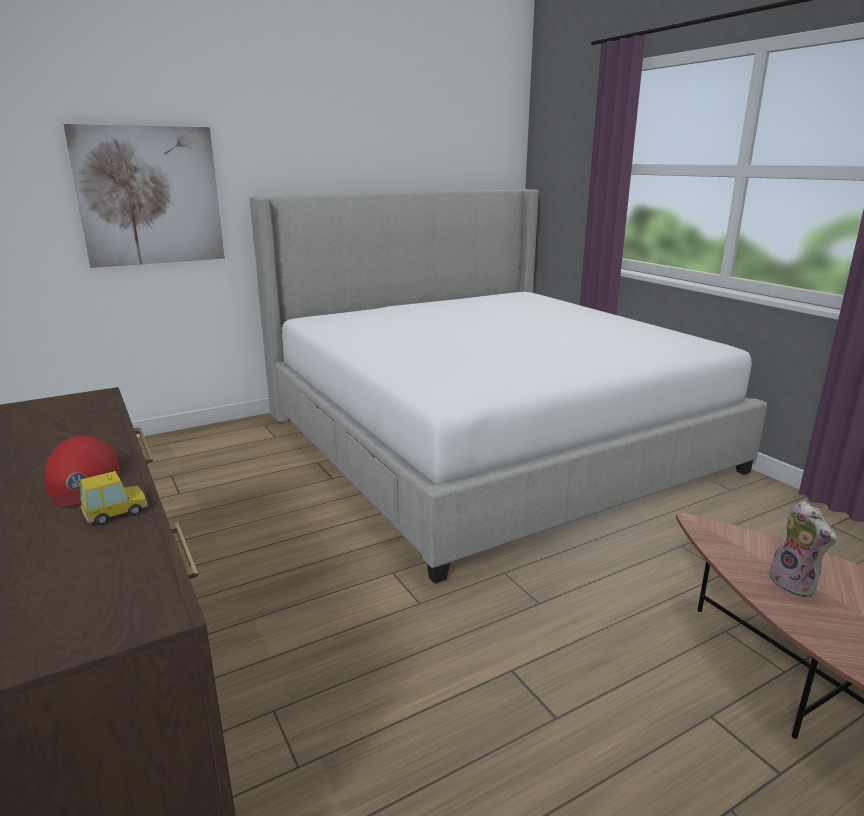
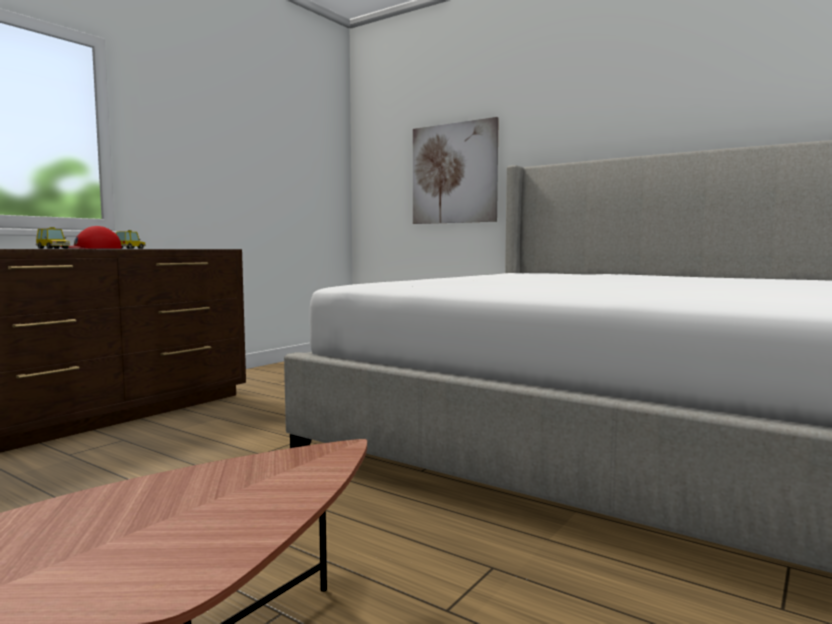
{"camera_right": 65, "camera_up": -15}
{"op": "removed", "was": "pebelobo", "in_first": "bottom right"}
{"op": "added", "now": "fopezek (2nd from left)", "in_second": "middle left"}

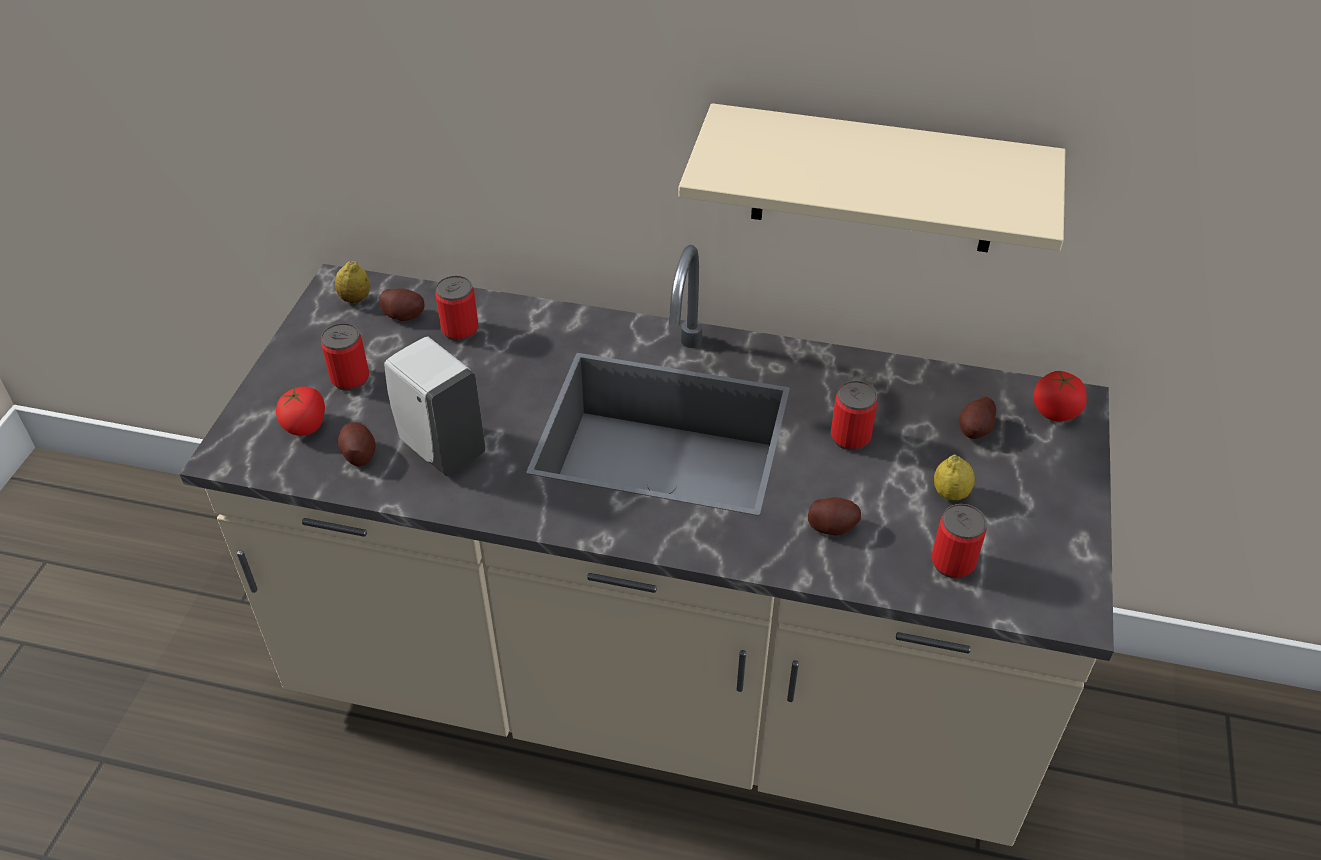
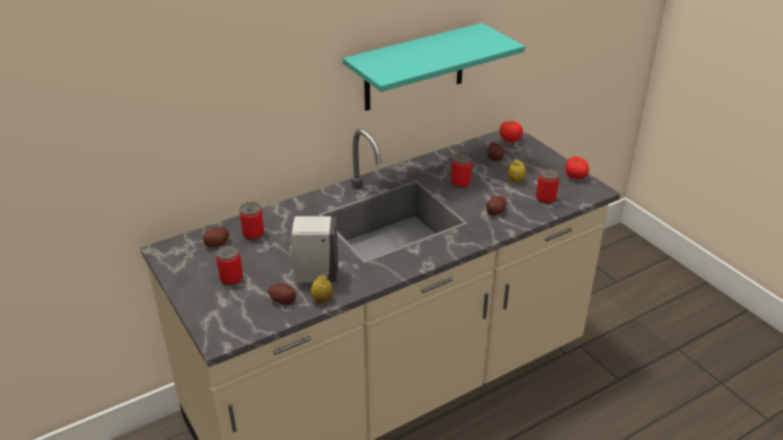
{"camera_right": -45, "camera_up": -10}
{"op": "moved", "was": "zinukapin (1st from left in the first image)", "now": "zinukapin (2nd from left)", "in_first": "middle left", "in_second": "middle right"}
{"op": "moved", "was": "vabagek (1st from left)", "in_first": "top left", "in_second": "centre"}
{"op": "recoloured", "was": "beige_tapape", "now": "turquoise_tapape", "in_first": "top centre", "in_second": "top centre"}

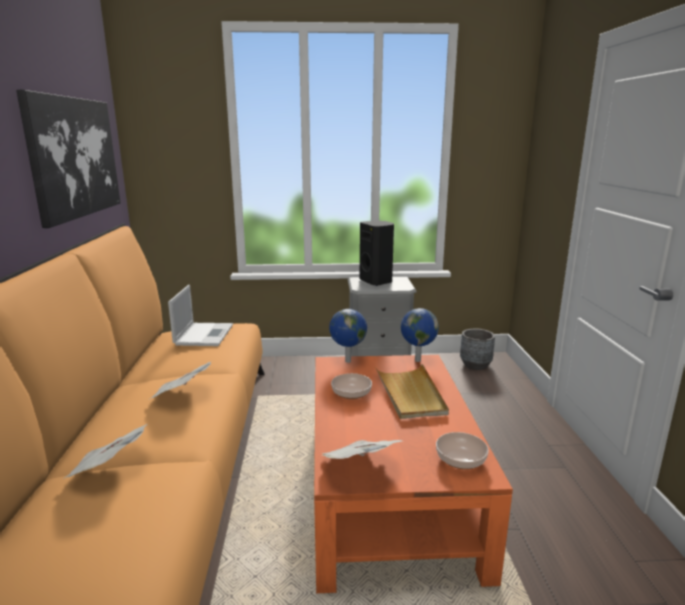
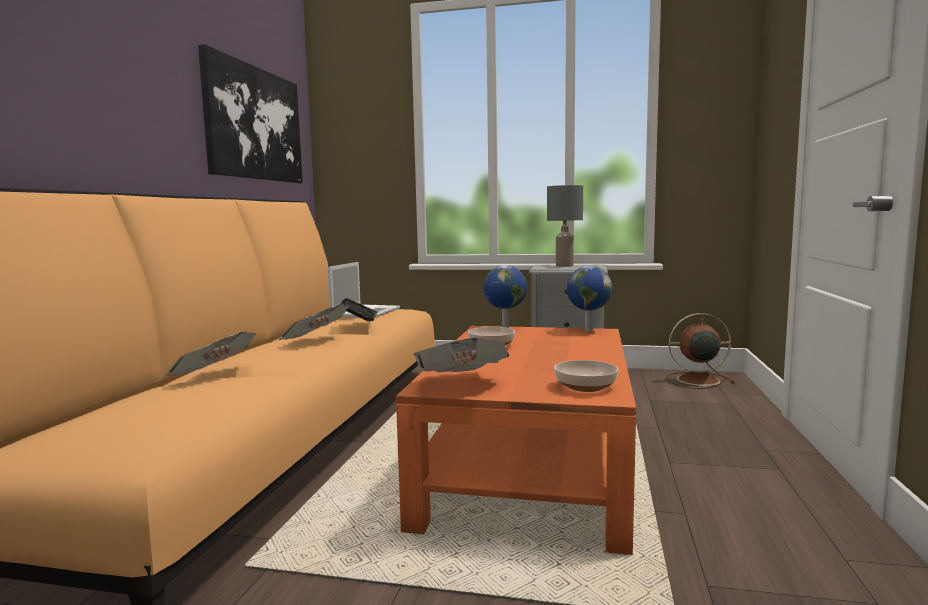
{"camera_right": 15, "camera_up": -10}
{"op": "replaced", "was": "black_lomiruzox", "now": "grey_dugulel", "in_first": "centre", "in_second": "centre"}
{"op": "removed", "was": "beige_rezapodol", "in_first": "centre"}
{"op": "replaced", "was": "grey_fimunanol", "now": "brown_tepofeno", "in_first": "middle right", "in_second": "middle right"}
{"op": "added", "now": "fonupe", "in_second": "centre"}

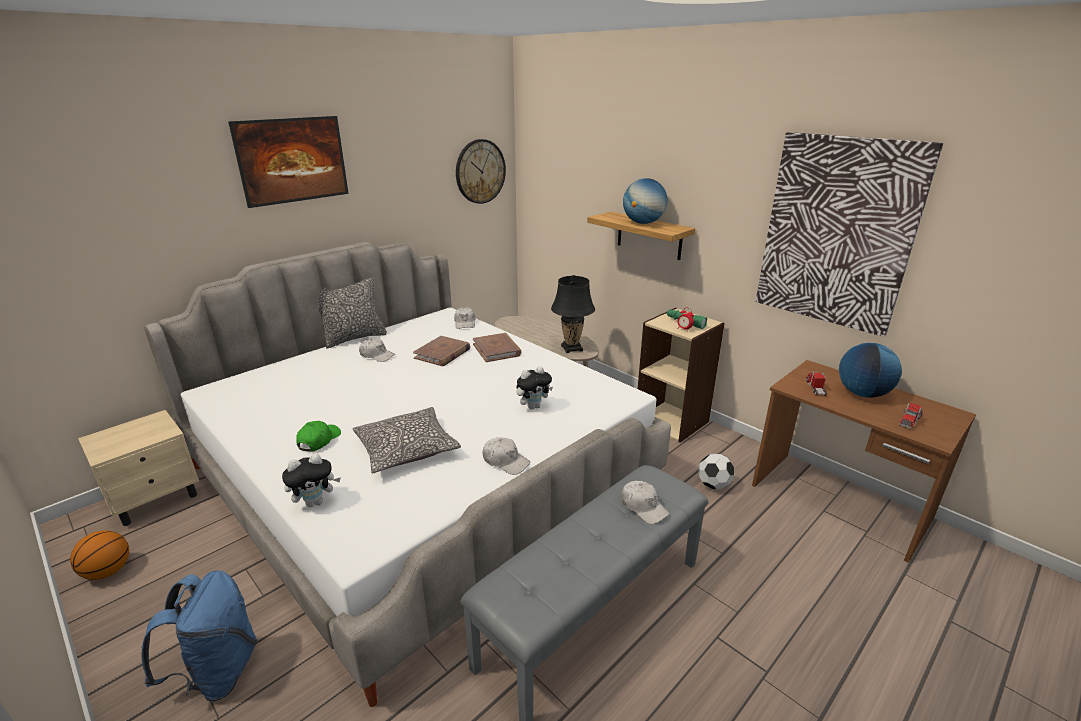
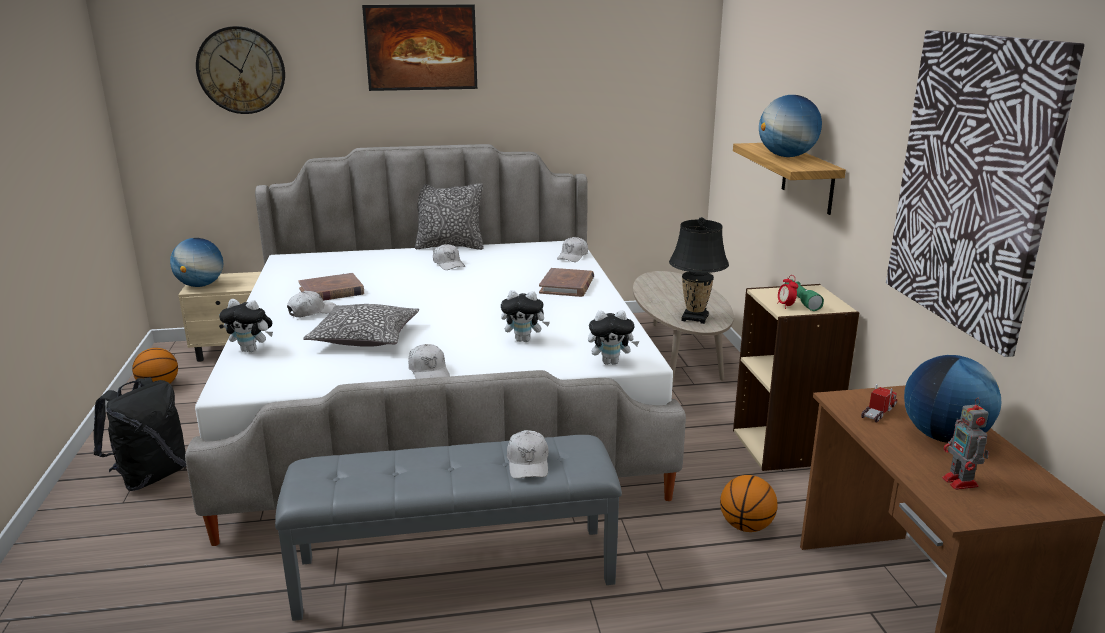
{"camera_right": 35, "camera_up": -5}
{"op": "recoloured", "was": "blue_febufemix", "now": "black_febufemix", "in_first": "bottom left", "in_second": "bottom left"}
{"op": "recoloured", "was": "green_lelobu", "now": "white_lelobu (1st from left)", "in_first": "middle left", "in_second": "middle left"}
{"op": "moved", "was": "brown_fonupe (1st from left)", "in_first": "centre", "in_second": "middle left"}
{"op": "moved", "was": "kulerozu", "in_first": "top centre", "in_second": "top left"}
{"op": "replaced", "was": "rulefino", "now": "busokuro (2nd from left)", "in_first": "centre", "in_second": "bottom right"}
{"op": "replaced", "was": "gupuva (2nd from left)", "now": "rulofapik", "in_first": "middle right", "in_second": "bottom right"}
{"op": "added", "now": "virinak (1st from left)", "in_second": "middle left"}
{"op": "added", "now": "pebelobo (3rd from left)", "in_second": "centre"}

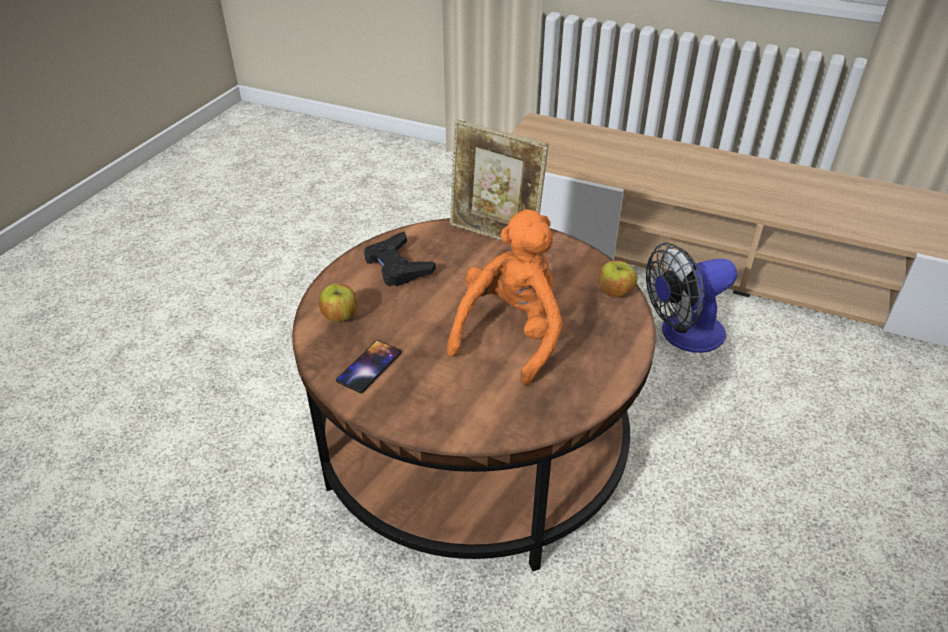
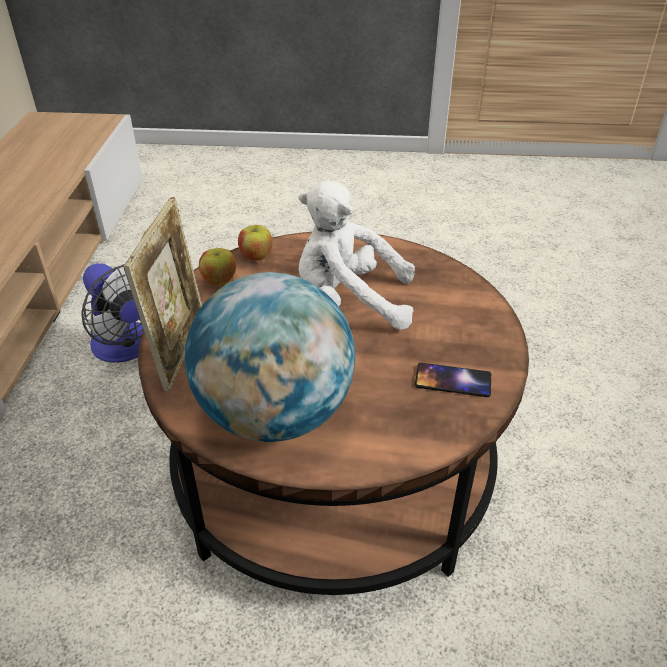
{"camera_right": -110, "camera_up": 0}
{"op": "moved", "was": "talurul (1st from left)", "in_first": "centre", "in_second": "middle left"}
{"op": "replaced", "was": "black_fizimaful", "now": "virinak", "in_first": "centre", "in_second": "centre"}
{"op": "recoloured", "was": "orange_pebelobo", "now": "white_pebelobo", "in_first": "centre", "in_second": "centre"}

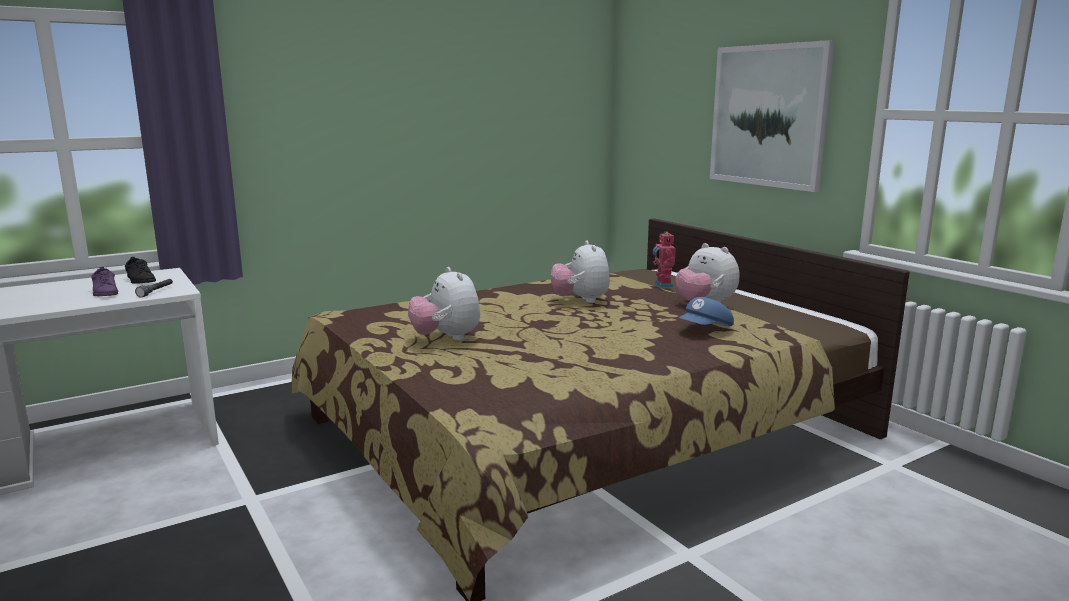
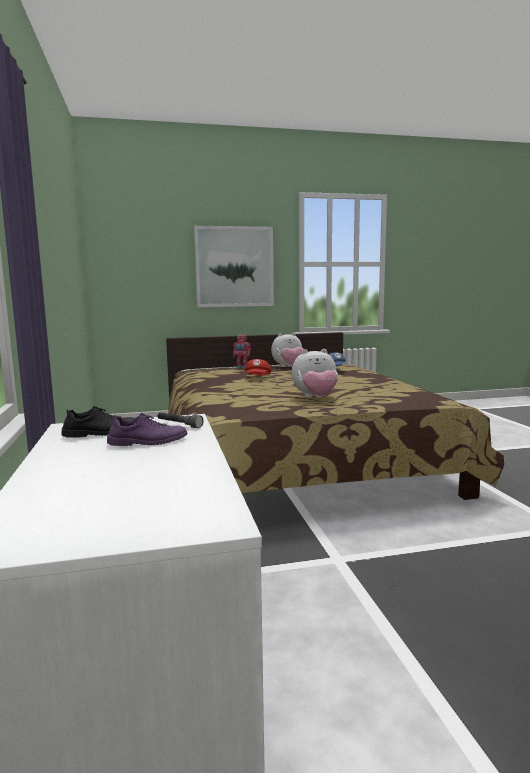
{"camera_right": -70, "camera_up": -5}
{"op": "replaced", "was": "pebelobo (2nd from left)", "now": "red_lelobu", "in_first": "centre", "in_second": "centre"}

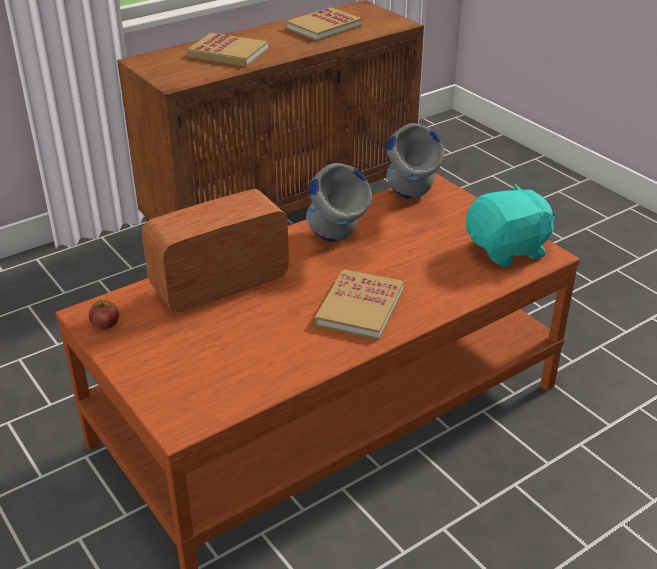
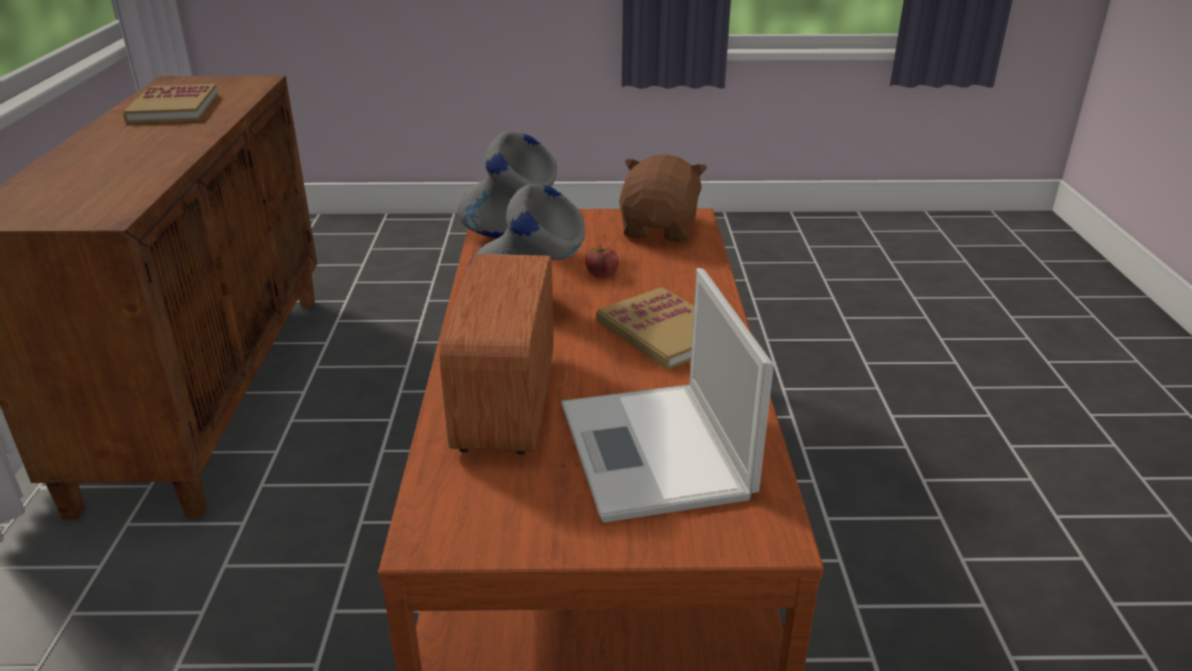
{"camera_right": -55, "camera_up": -5}
{"op": "moved", "was": "talurul", "in_first": "middle left", "in_second": "centre"}
{"op": "removed", "was": "fonupe (1st from left)", "in_first": "top centre"}
{"op": "recoloured", "was": "turquoise_pebelobo", "now": "brown_pebelobo", "in_first": "middle right", "in_second": "top centre"}
{"op": "added", "now": "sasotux", "in_second": "centre"}

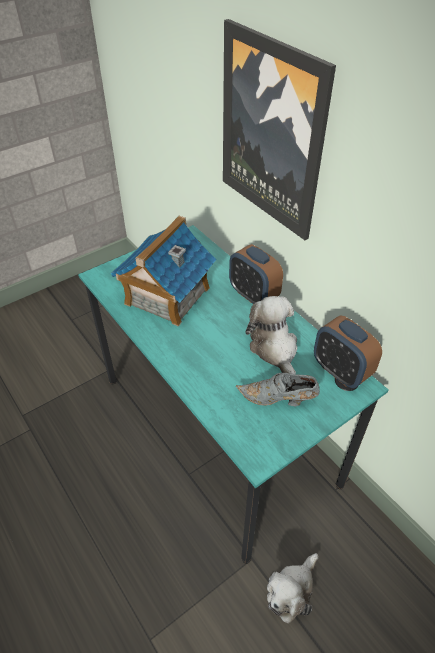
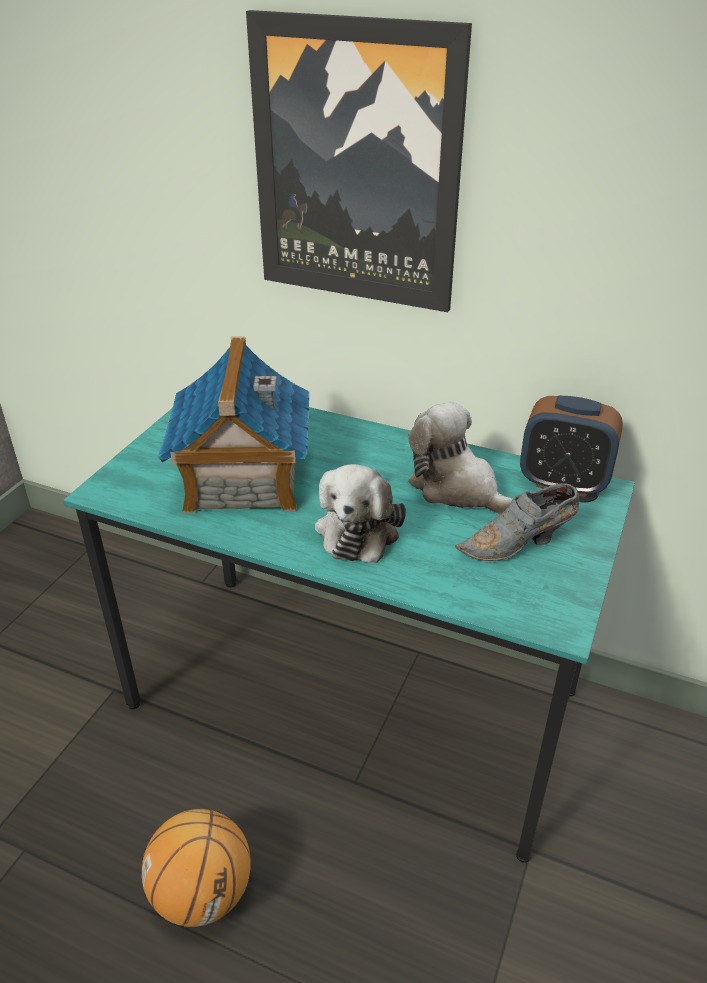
{"camera_right": -30, "camera_up": -10}
{"op": "removed", "was": "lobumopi (1st from left)", "in_first": "centre"}
{"op": "moved", "was": "pebelobo (2nd from left in the first image)", "now": "pebelobo (1st from left)", "in_first": "bottom right", "in_second": "centre"}
{"op": "added", "now": "busokuro", "in_second": "bottom left"}

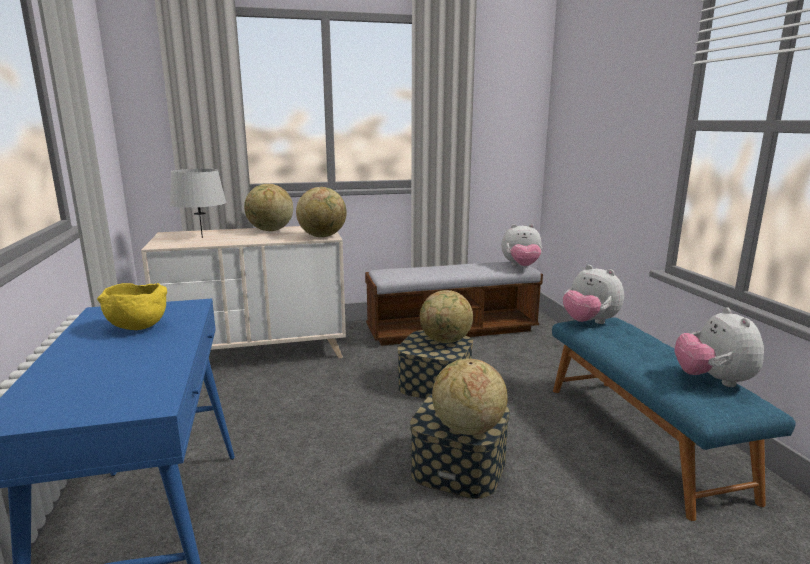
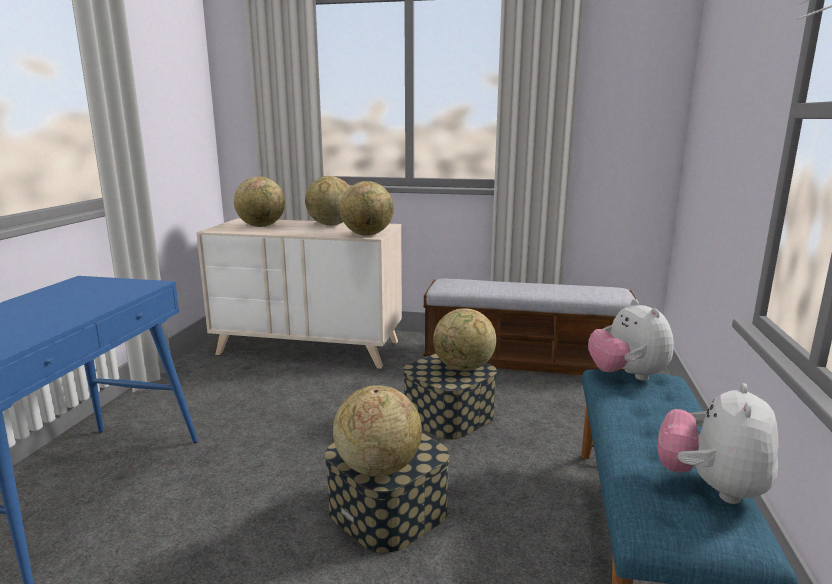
{"camera_right": 25, "camera_up": 0}
{"op": "removed", "was": "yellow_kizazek", "in_first": "middle left"}
{"op": "replaced", "was": "grey_dugulel", "now": "virinak (1st from left)", "in_first": "middle left", "in_second": "middle left"}
{"op": "removed", "was": "pebelobo (1st from left)", "in_first": "centre"}

